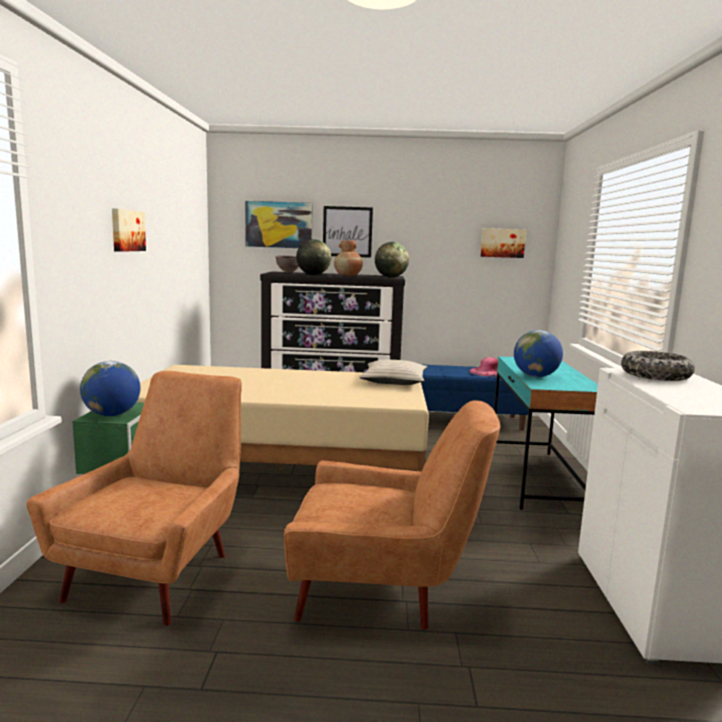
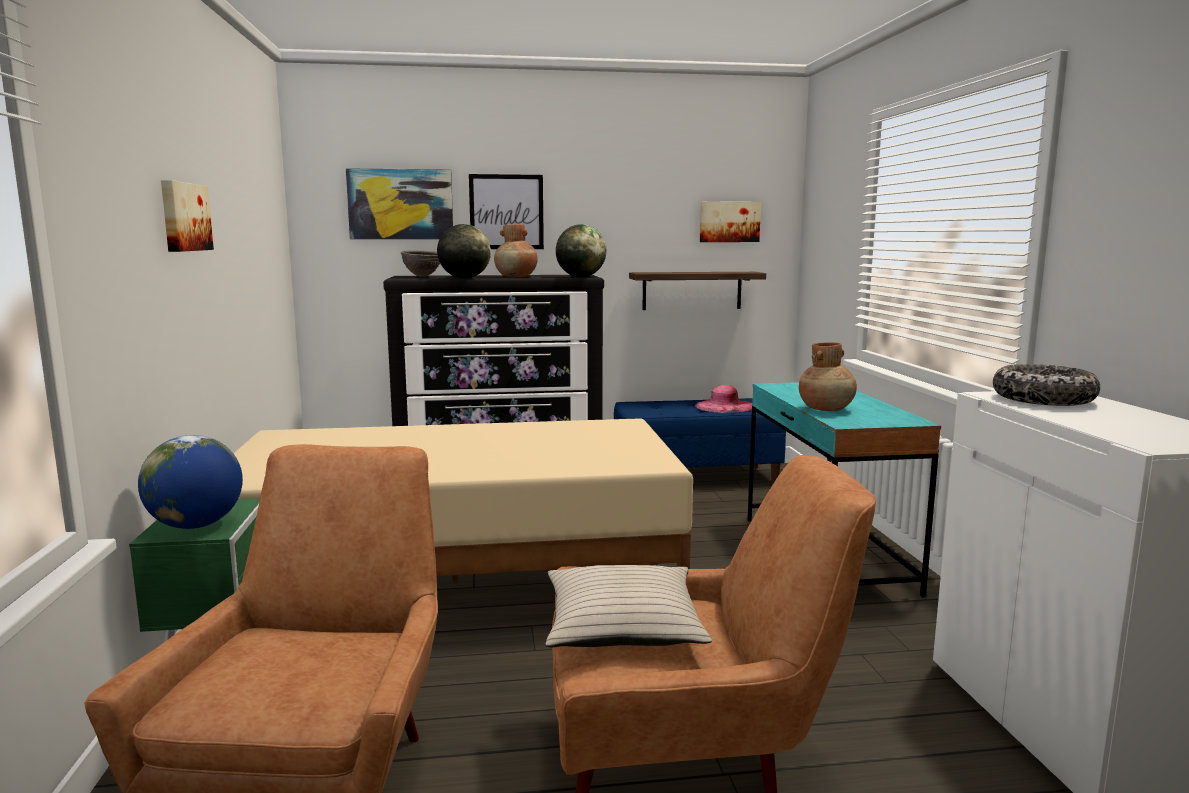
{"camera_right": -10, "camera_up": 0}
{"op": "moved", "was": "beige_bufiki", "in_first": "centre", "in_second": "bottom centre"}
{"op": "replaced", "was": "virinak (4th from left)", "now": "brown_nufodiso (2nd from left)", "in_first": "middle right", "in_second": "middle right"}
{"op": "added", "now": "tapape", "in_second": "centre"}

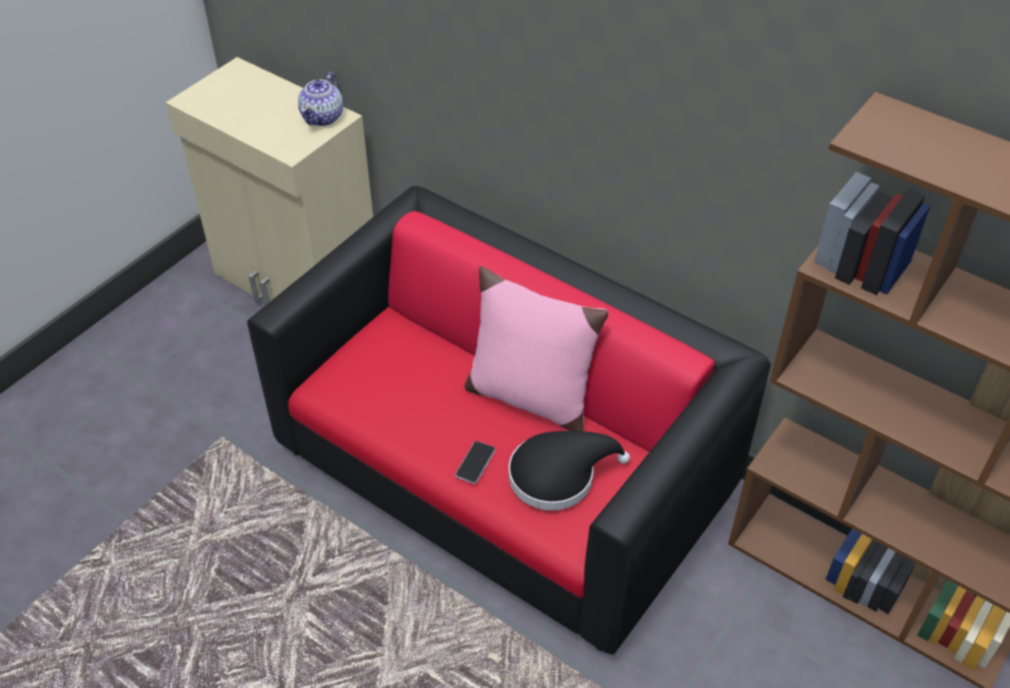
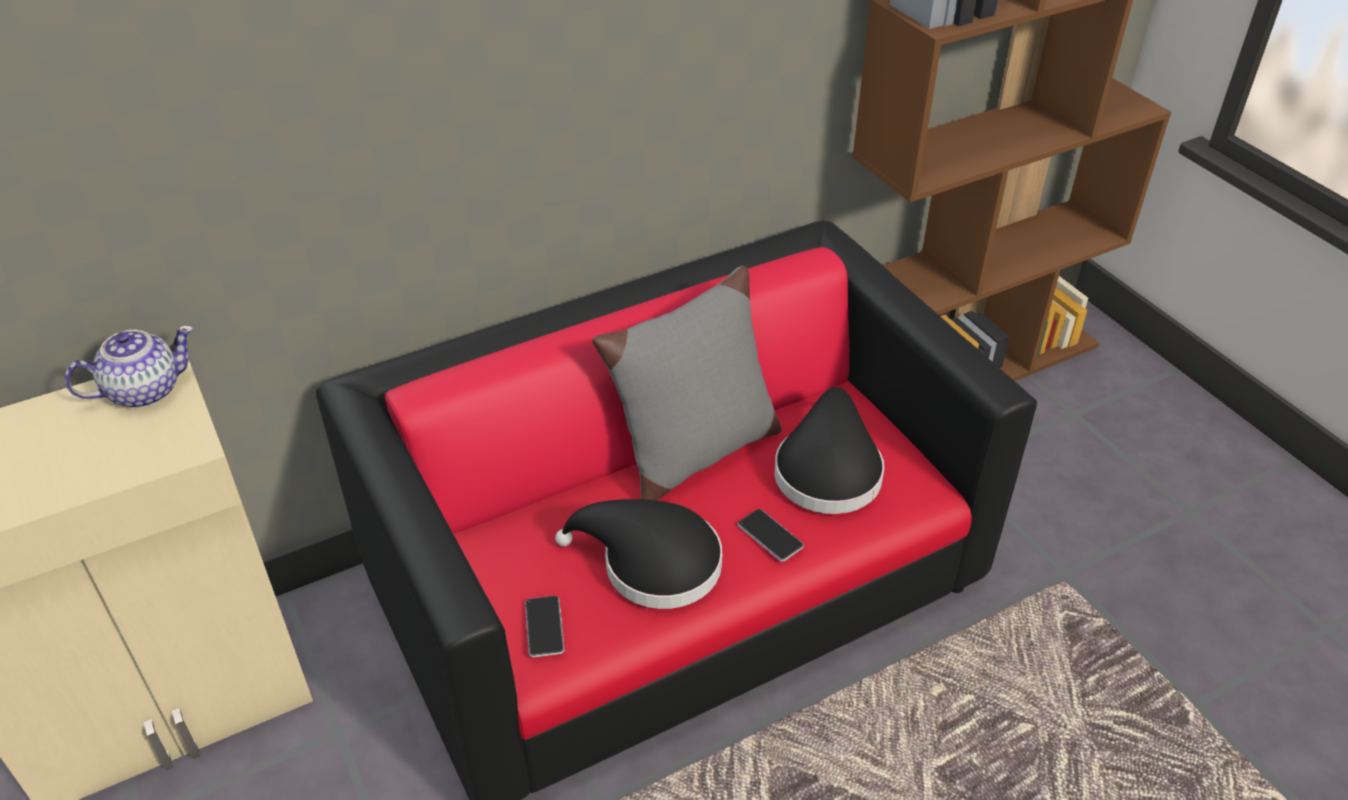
{"camera_right": -65, "camera_up": -5}
{"op": "turned", "was": "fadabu", "in_first": "top left", "in_second": "middle left", "clockwise": -75}
{"op": "recoloured", "was": "pink_bufiki", "now": "grey_bufiki", "in_first": "centre", "in_second": "centre"}
{"op": "added", "now": "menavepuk (1st from left)", "in_second": "bottom centre"}
{"op": "added", "now": "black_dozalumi (1st from left)", "in_second": "bottom centre"}

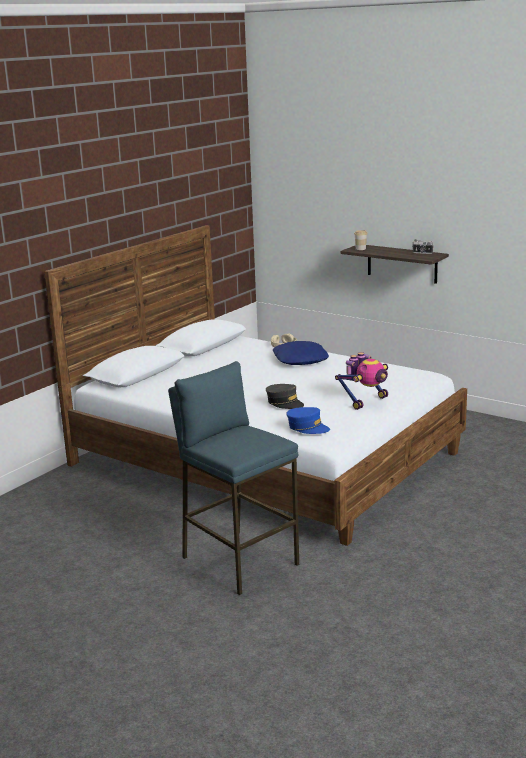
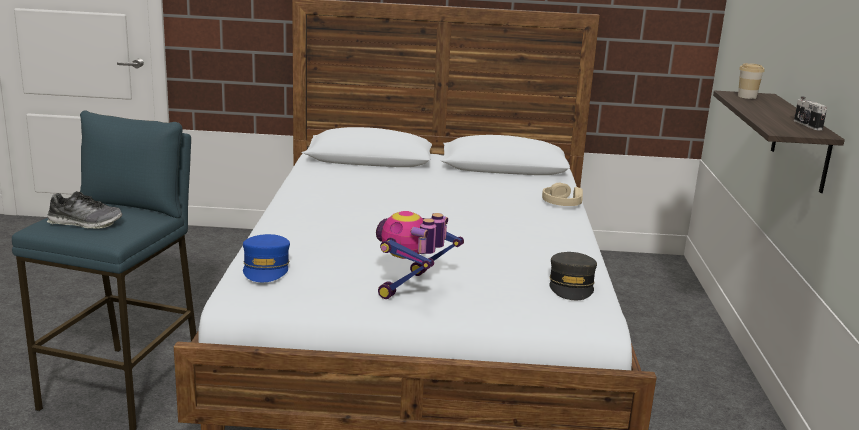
{"camera_right": 55, "camera_up": 0}
{"op": "moved", "was": "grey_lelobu", "in_first": "centre", "in_second": "middle right"}
{"op": "removed", "was": "blue_bufiki", "in_first": "centre"}
{"op": "turned", "was": "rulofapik", "in_first": "middle right", "in_second": "centre", "clockwise": 105}
{"op": "added", "now": "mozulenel", "in_second": "middle left"}

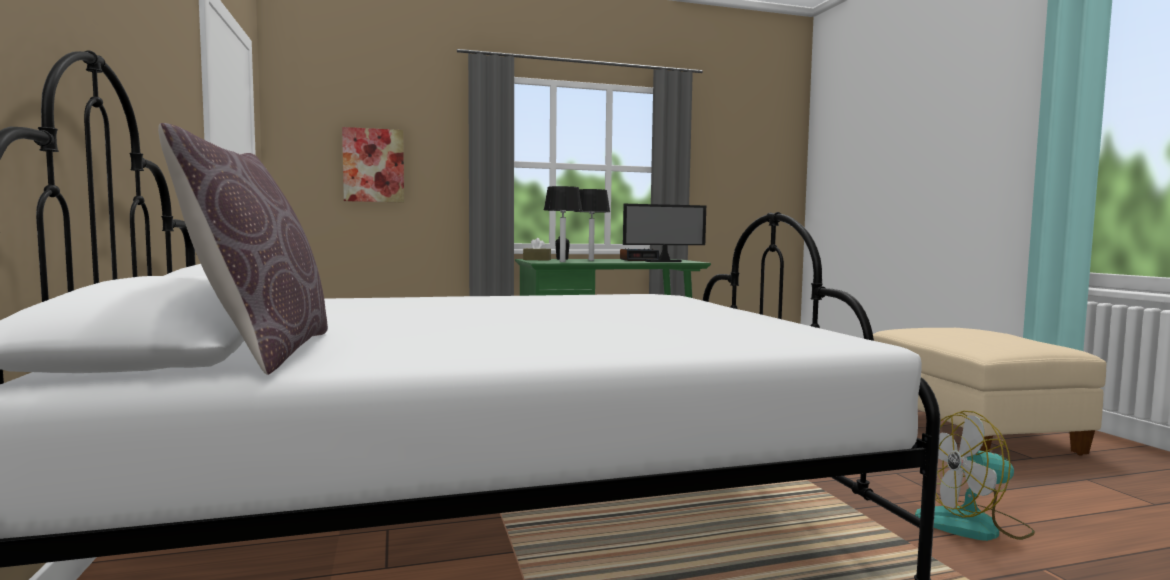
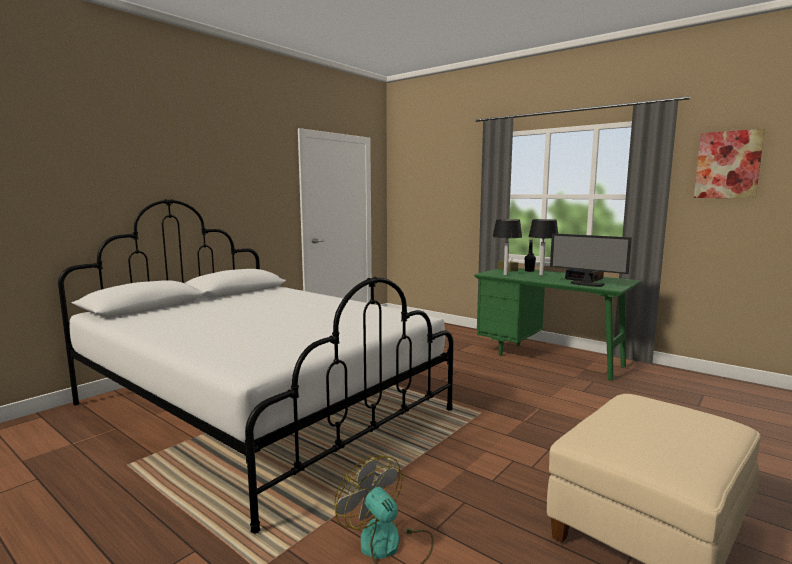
{"camera_right": 55, "camera_up": 5}
{"op": "removed", "was": "brown_bufiki", "in_first": "middle left"}
{"op": "moved", "was": "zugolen", "in_first": "top left", "in_second": "top right"}

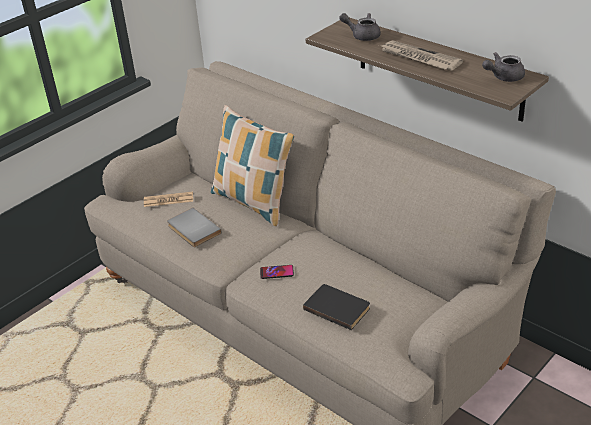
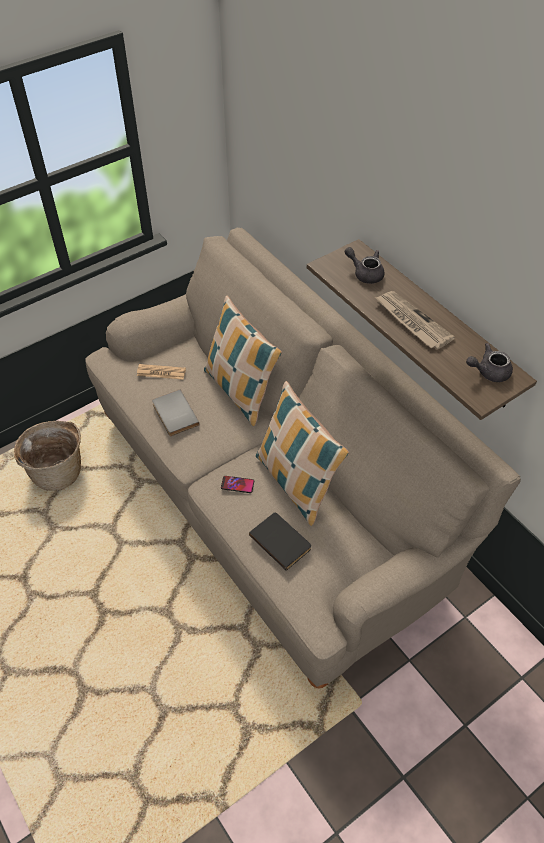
{"camera_right": 10, "camera_up": 15}
{"op": "added", "now": "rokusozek", "in_second": "middle left"}
{"op": "added", "now": "bufiki (2nd from left)", "in_second": "centre"}

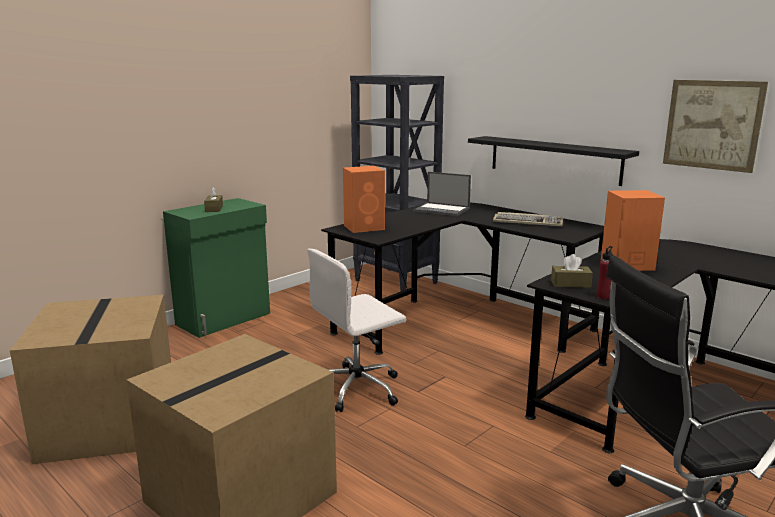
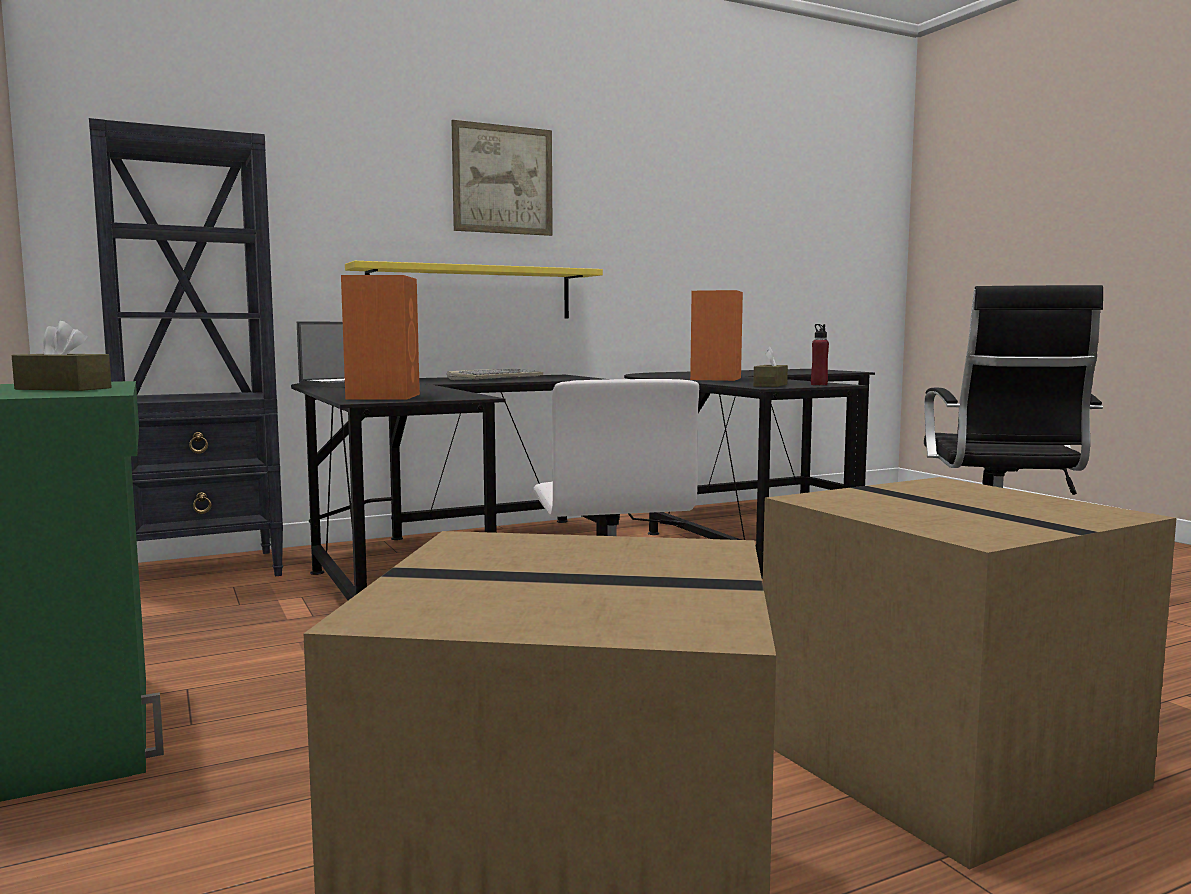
{"camera_right": -70, "camera_up": -10}
{"op": "recoloured", "was": "black_tapape", "now": "yellow_tapape", "in_first": "top right", "in_second": "top centre"}
{"op": "moved", "was": "zugolen", "in_first": "top right", "in_second": "top centre"}

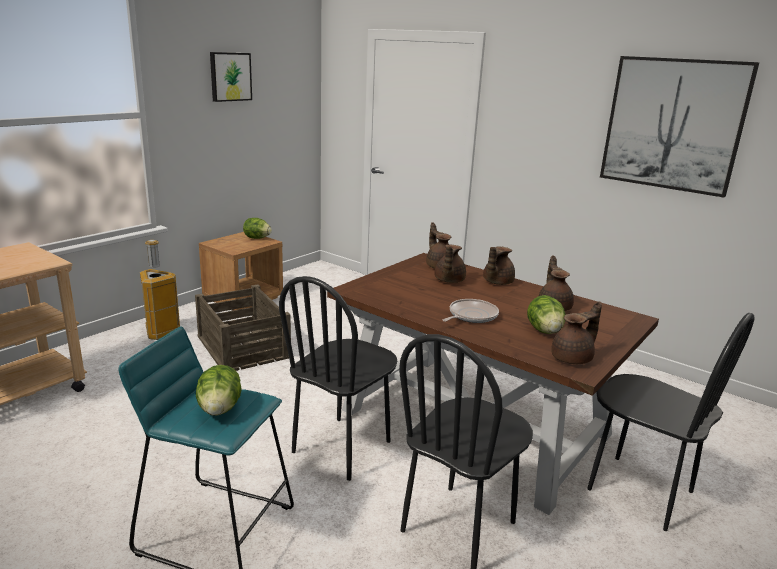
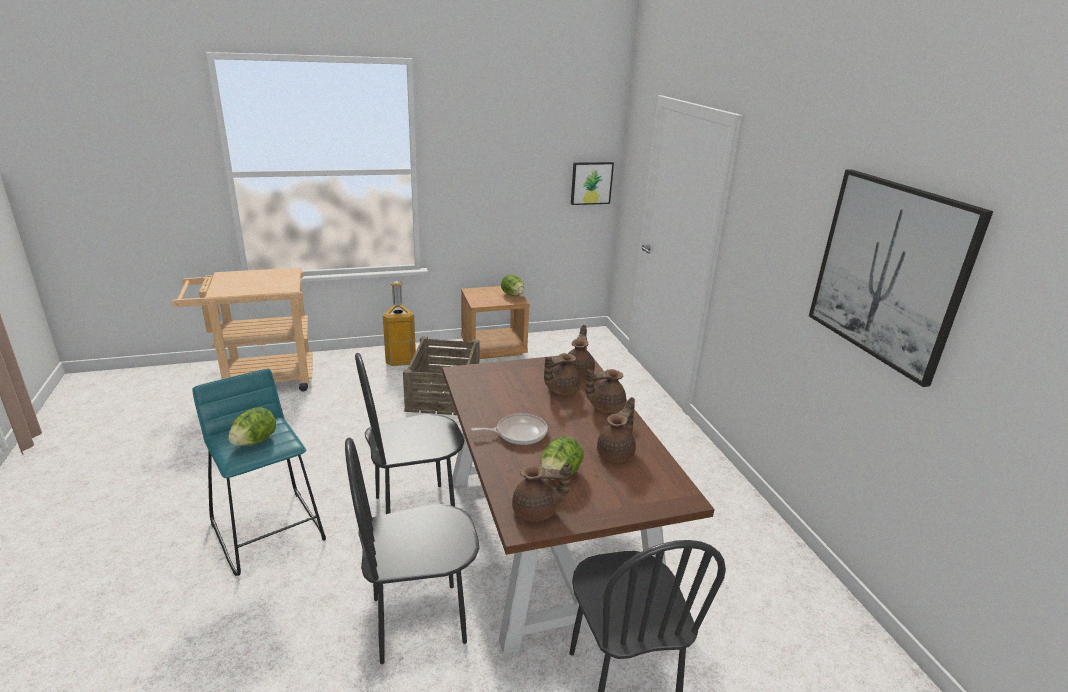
{"camera_right": 35, "camera_up": 5}
{"op": "moved", "was": "zugolen (1st from left)", "in_first": "top left", "in_second": "top centre"}

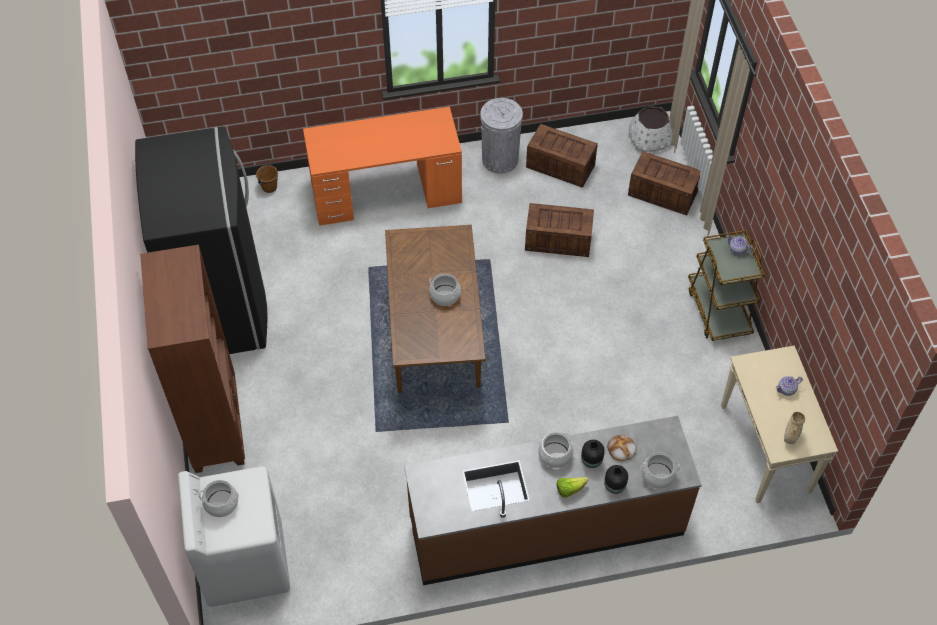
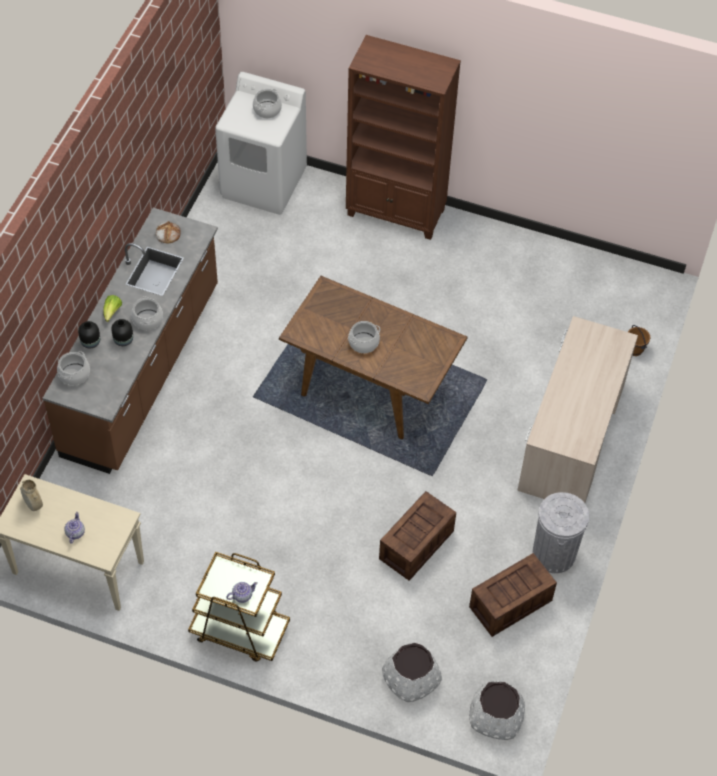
{"camera_right": 120, "camera_up": 0}
{"op": "removed", "was": "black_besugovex", "in_first": "middle left"}
{"op": "recoloured", "was": "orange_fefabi", "now": "beige_fefabi", "in_first": "top centre", "in_second": "middle right"}
{"op": "moved", "was": "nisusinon", "in_first": "bottom centre", "in_second": "top left"}
{"op": "replaced", "was": "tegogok (3rd from left)", "now": "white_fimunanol (1st from left)", "in_first": "top right", "in_second": "bottom centre"}

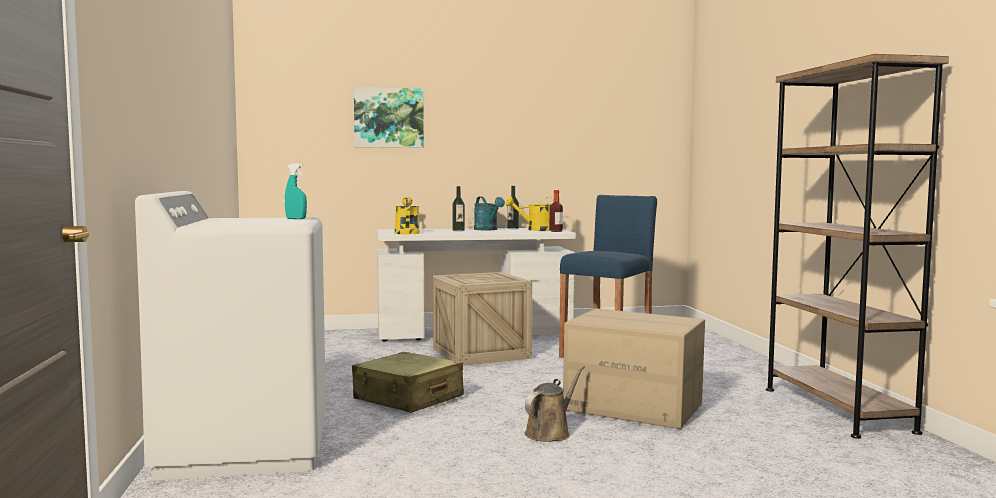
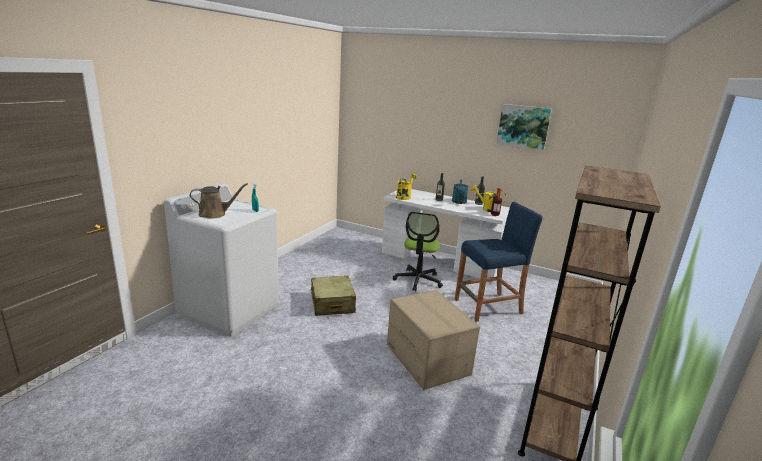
{"camera_right": 35, "camera_up": 15}
{"op": "moved", "was": "zugolen", "in_first": "top centre", "in_second": "top right"}
{"op": "replaced", "was": "tegogok", "now": "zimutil", "in_first": "centre", "in_second": "centre"}
{"op": "moved", "was": "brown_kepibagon", "in_first": "bottom centre", "in_second": "middle left"}

